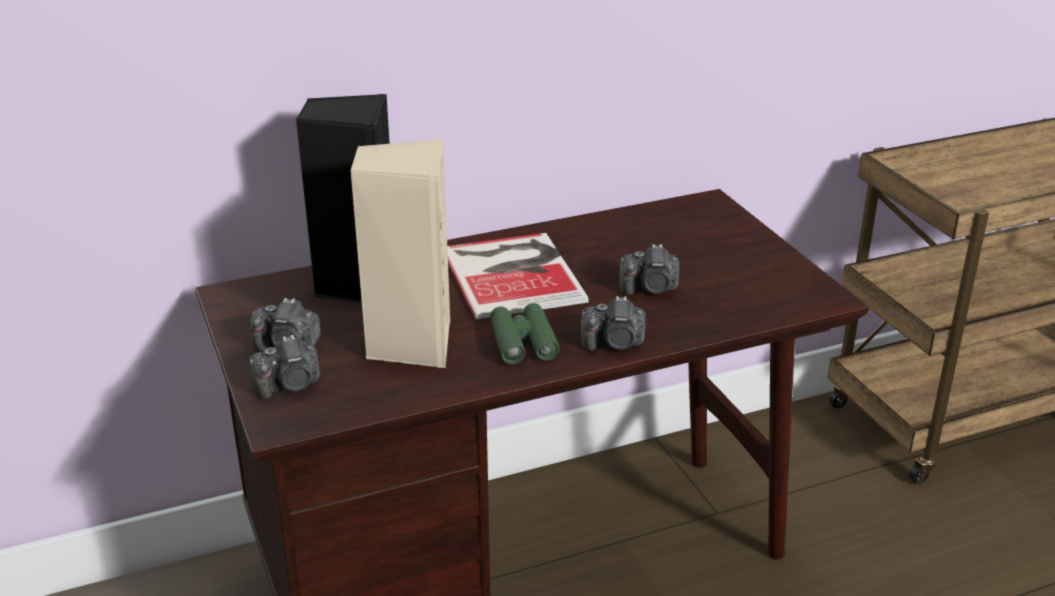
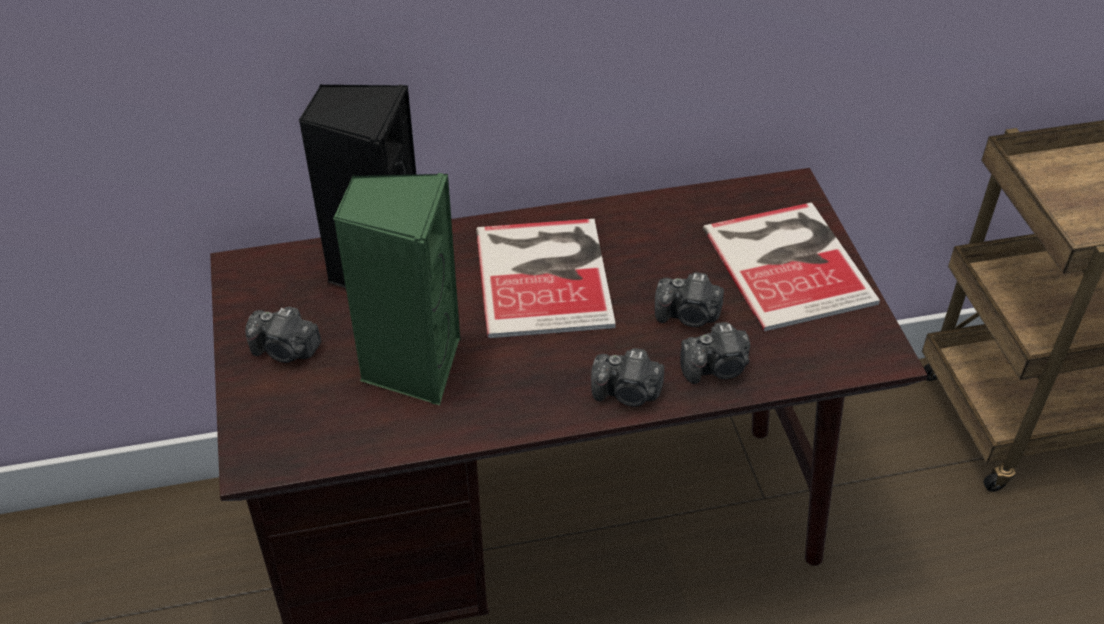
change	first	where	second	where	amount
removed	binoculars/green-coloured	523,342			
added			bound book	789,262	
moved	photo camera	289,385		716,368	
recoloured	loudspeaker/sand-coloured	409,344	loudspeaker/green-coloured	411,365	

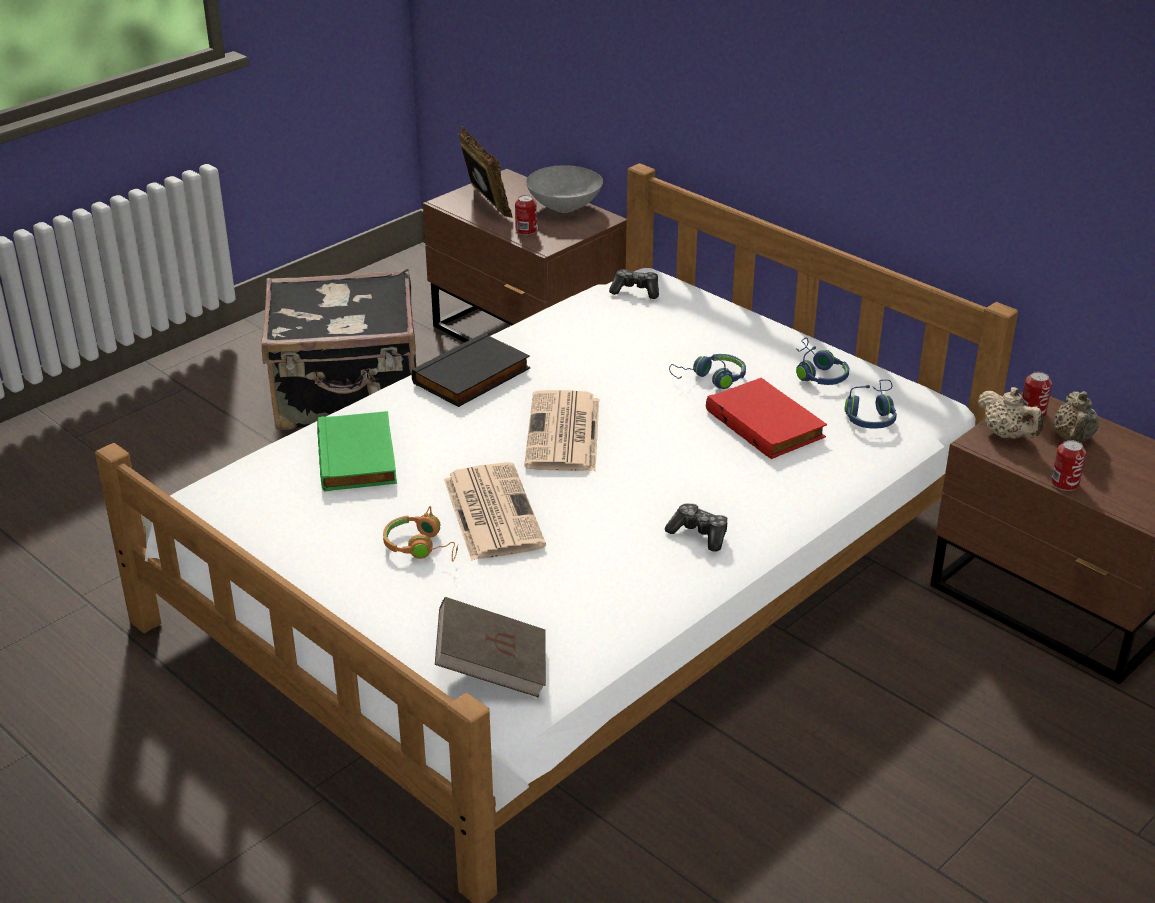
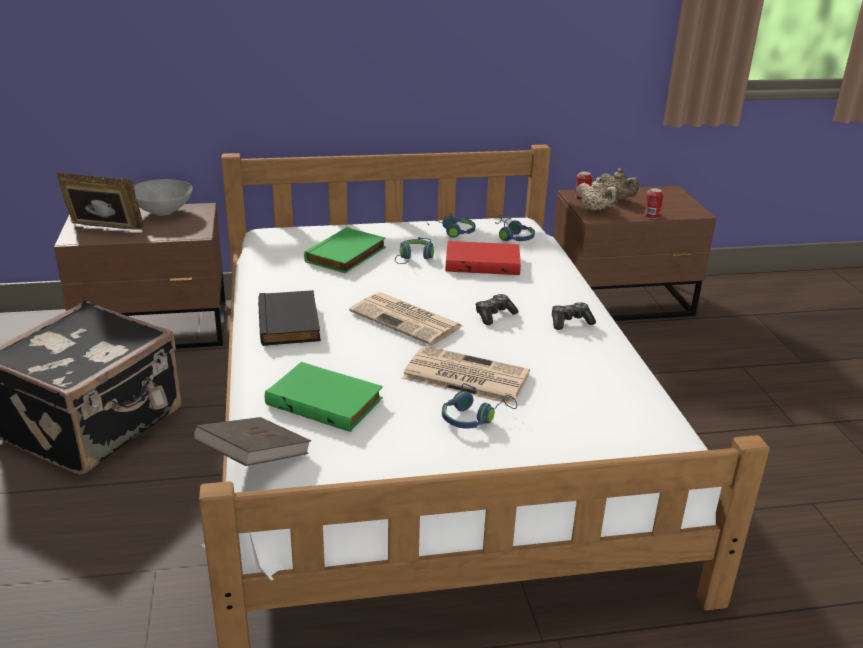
change	first	where	second	where	amount
removed	sealed can	526,230			
added			bound book/green-coloured	347,255	
moved	bound book/brownish	492,668		254,460	
moved	gamepad	635,291		494,315	
recoloured	headphones/orange-coloured	422,547	headphones/blue-coloured	474,417	
turned	tea pot/sand-coloured	1006,435		595,210	45 degrees clockwise

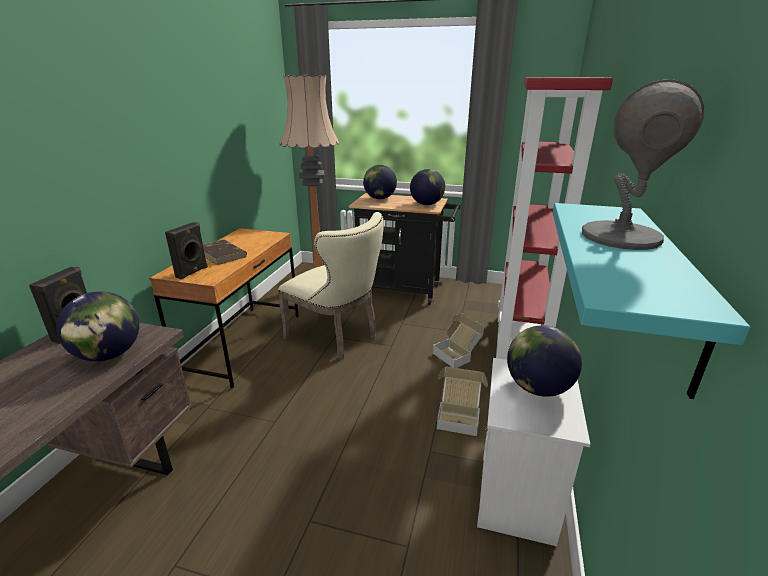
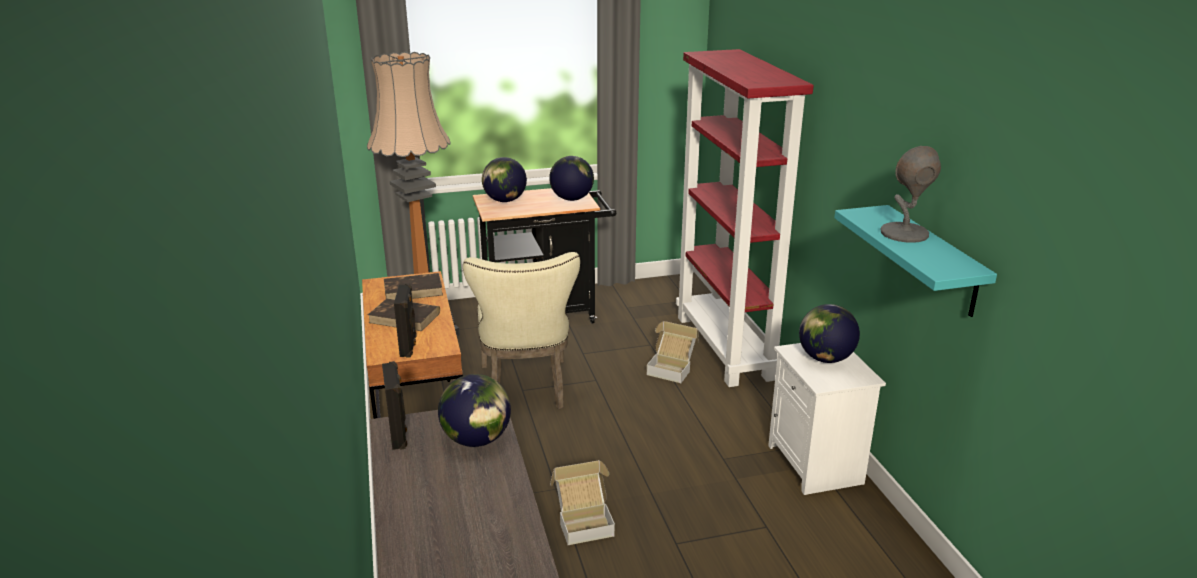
change	first	where	second	where	amount
added			bound book/brownish	414,290	
moved	carton	459,416		584,521	
turned	plain chair/sand-coloured	337,337		526,390	75 degrees clockwise

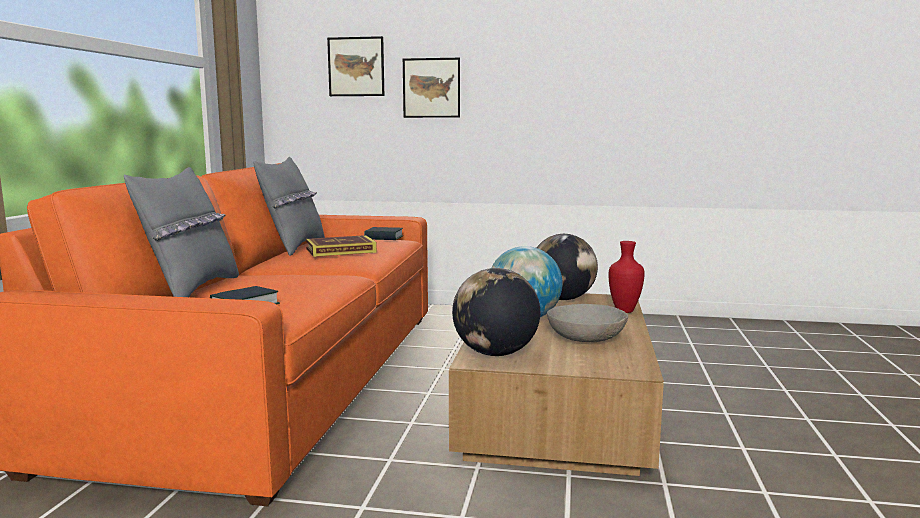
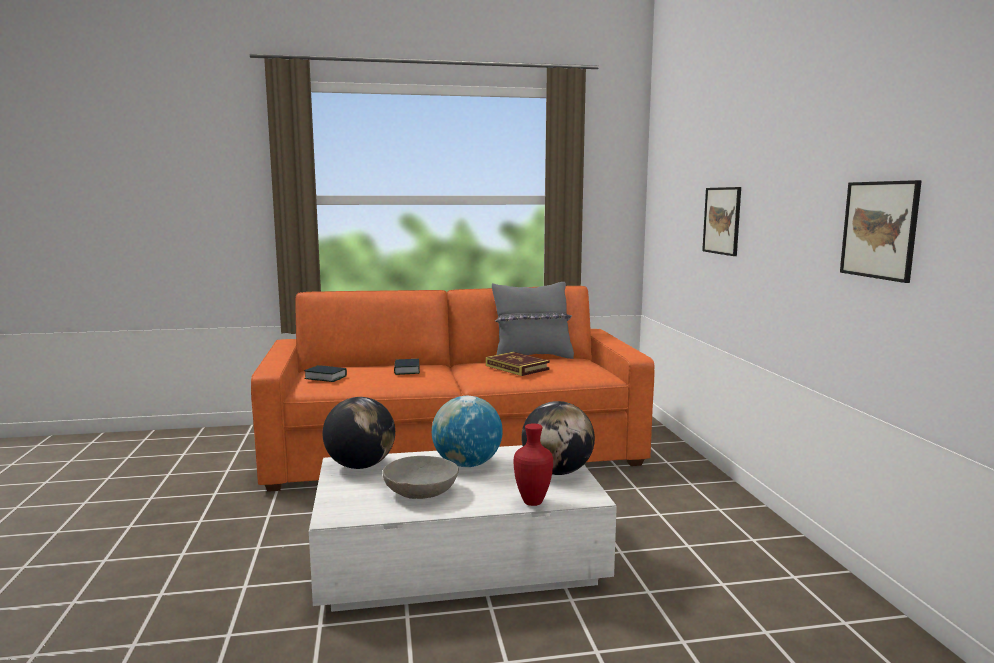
change	first	where	second	where	amount
removed	throw pillow/gray	191,290			
moved	picture	356,66		879,230	
moved	bound book	384,238		406,370	
recoloured	coffee table/brownish	556,408	coffee table/white	459,558	

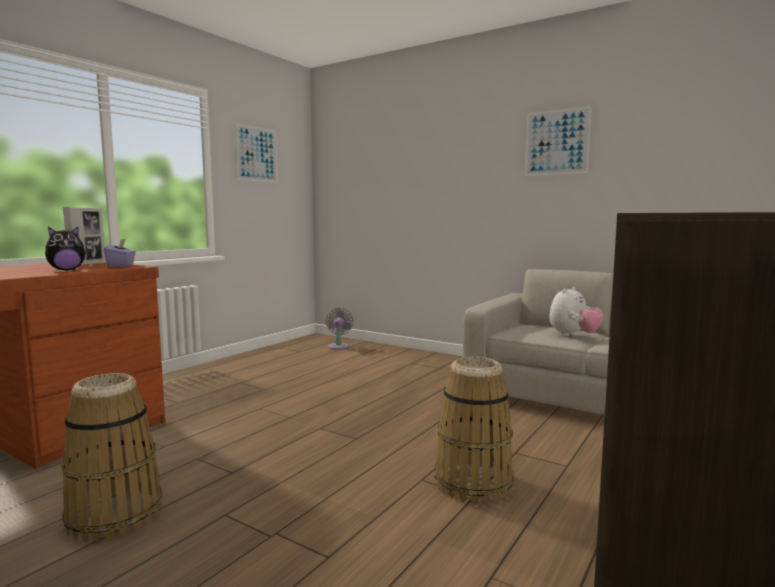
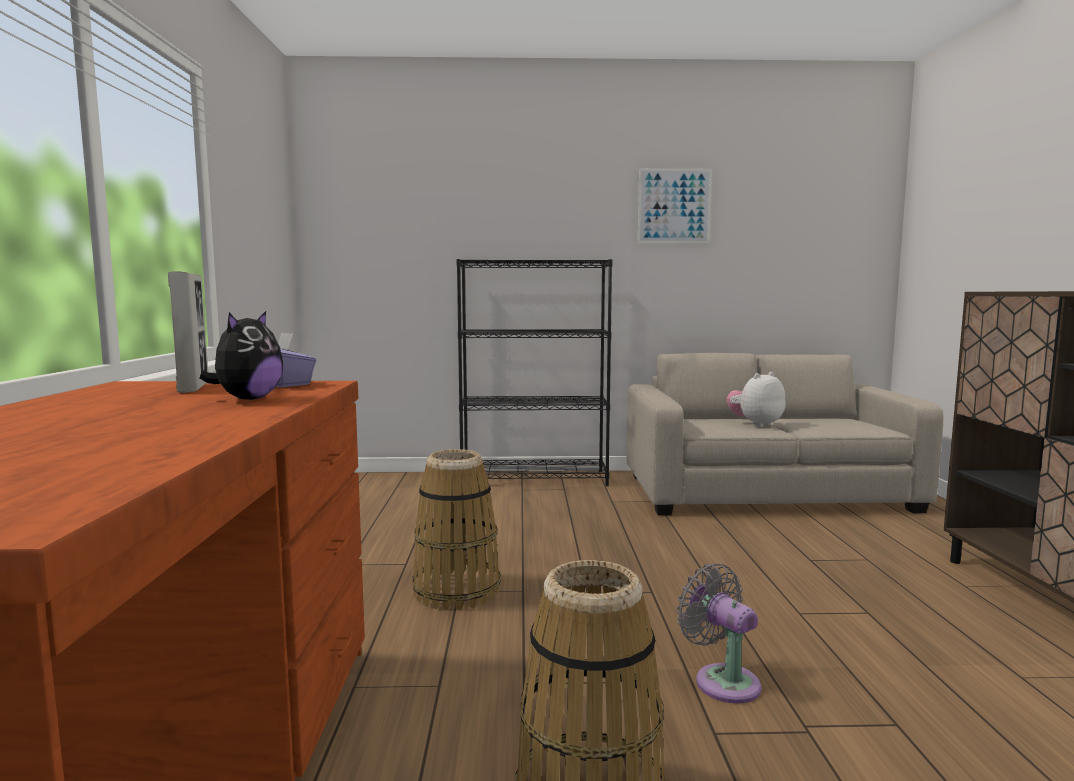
change	first	where	second	where	amount
removed	picture	257,154			
added			bookshelf/blackish	535,478	
moved	cooling fan/gray	339,346		722,680	
moved	storage basket	473,482		456,590	
turned	cuddly toy	573,336		755,424	135 degrees counterclockwise

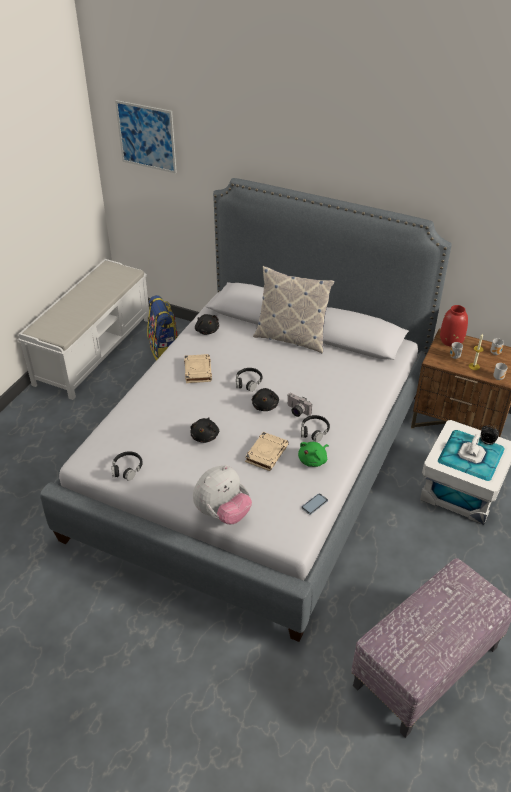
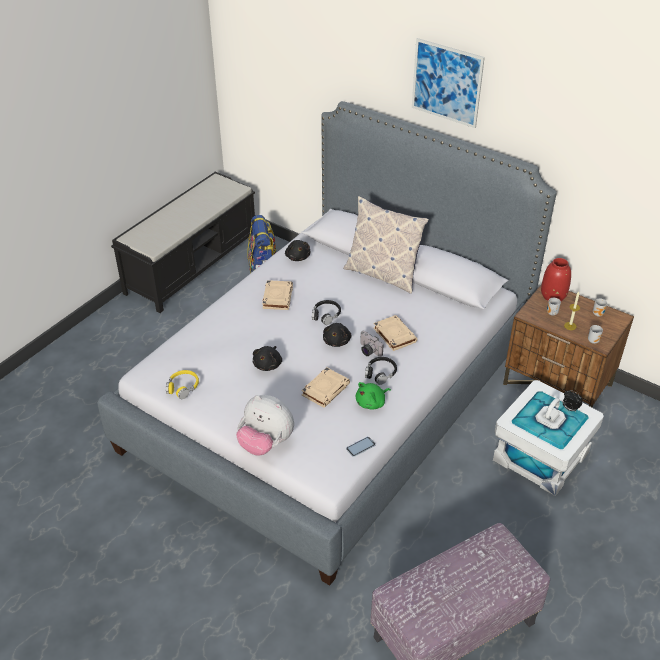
change	first	where	second	where	amount
added			bound book/sand-coloured	394,335	
moved	picture	146,136		446,83	
recoloured	indoor bench/white	94,350	indoor bench/blackish	193,265	
recoloured	headphones/blackish	127,469	headphones/yellow-coloured	183,387	
turned	cuddly toy	222,513		266,443	60 degrees clockwise

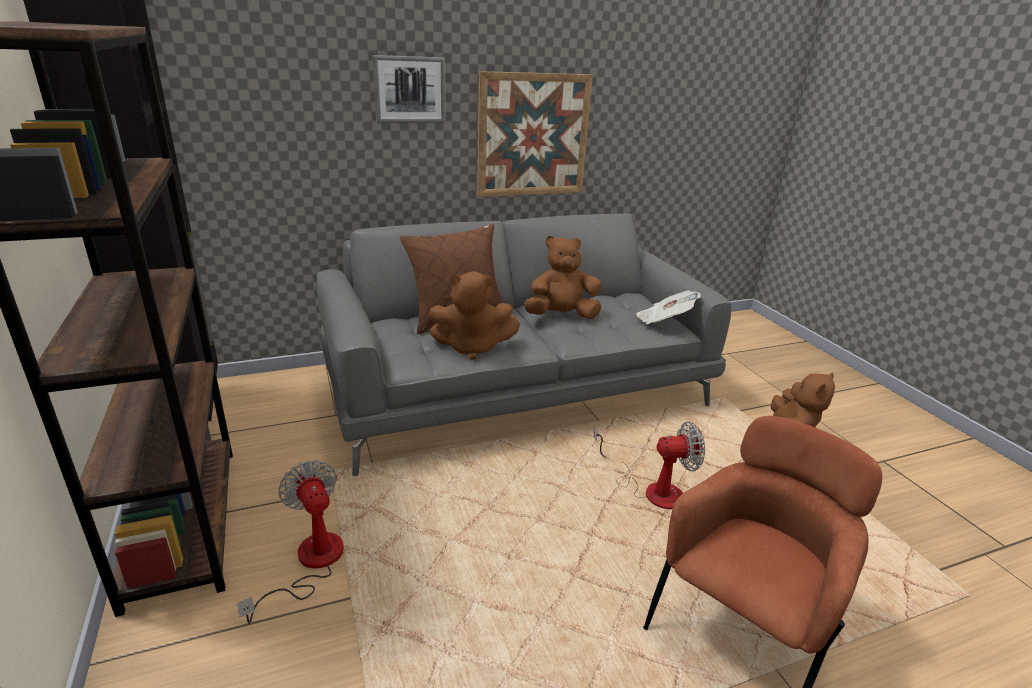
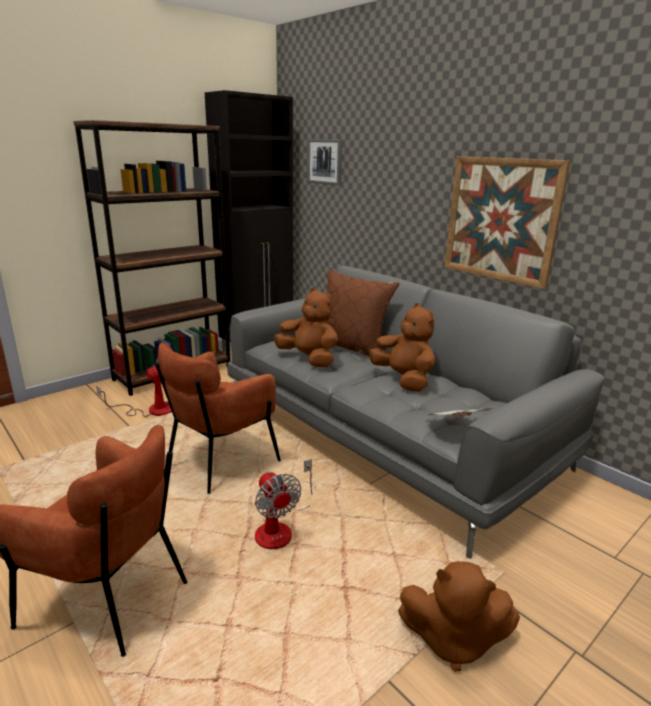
change	first	where	second	where	amount
added			lounge chair/brownish	220,462	
moved	picture	409,89		325,161	
turned	cuddly toy/brownish	472,347		308,359	150 degrees clockwise

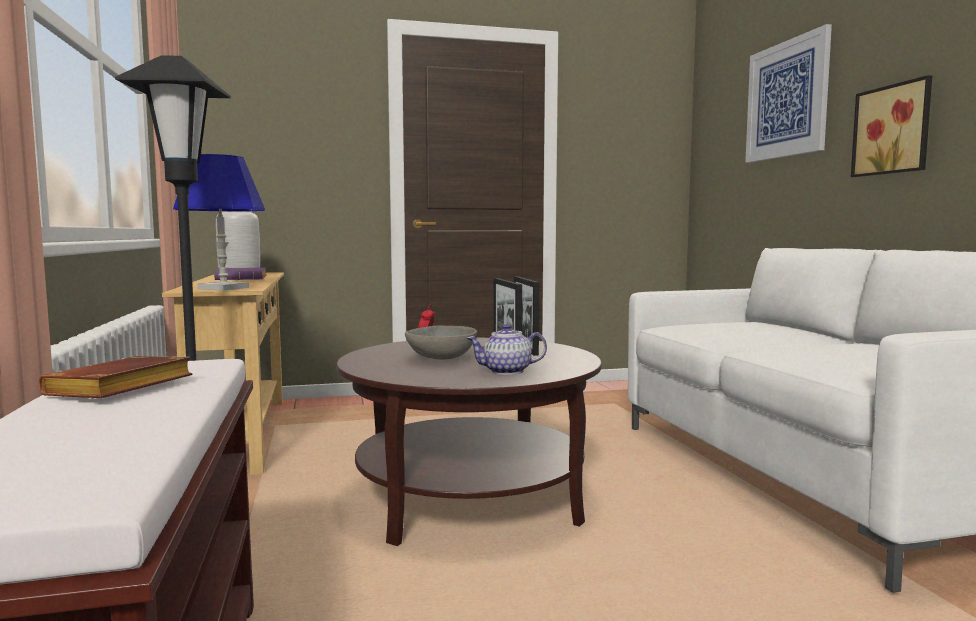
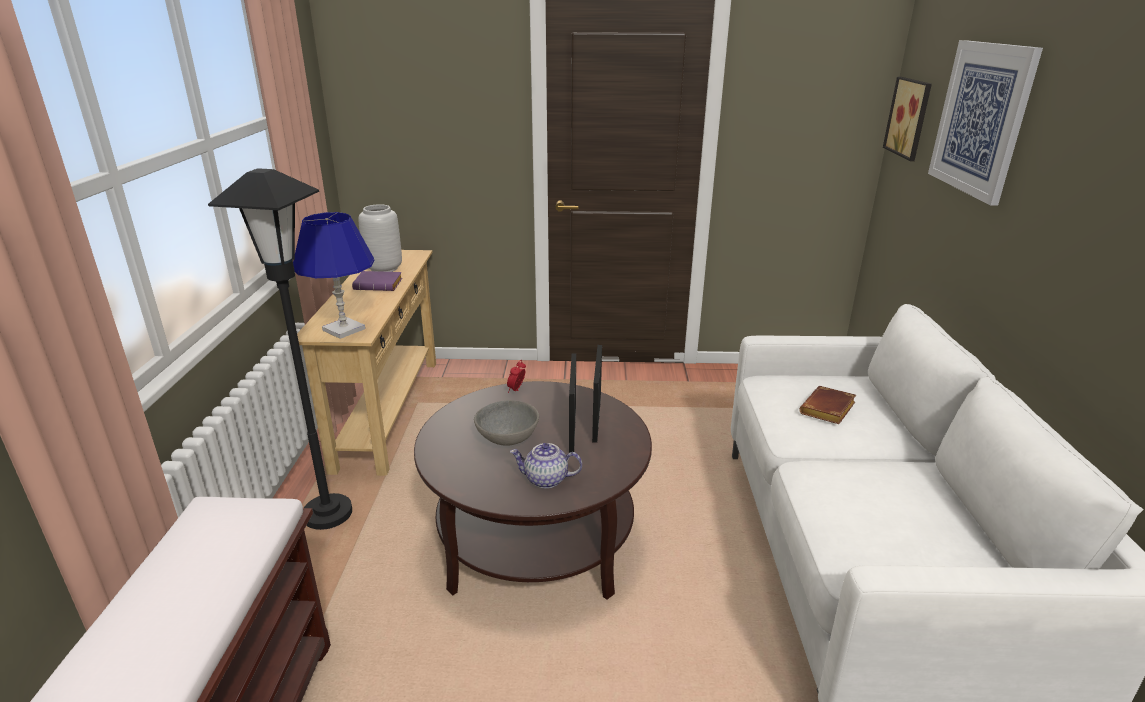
change	first	where	second	where	amount
moved	bound book/brownish	120,389		828,411	
moved	picture	894,130		910,118	

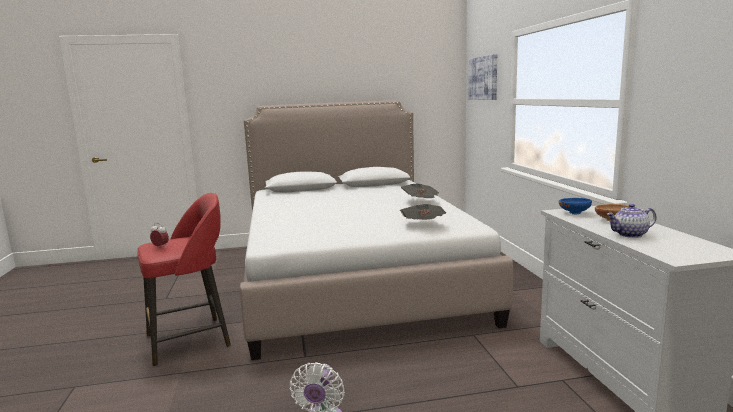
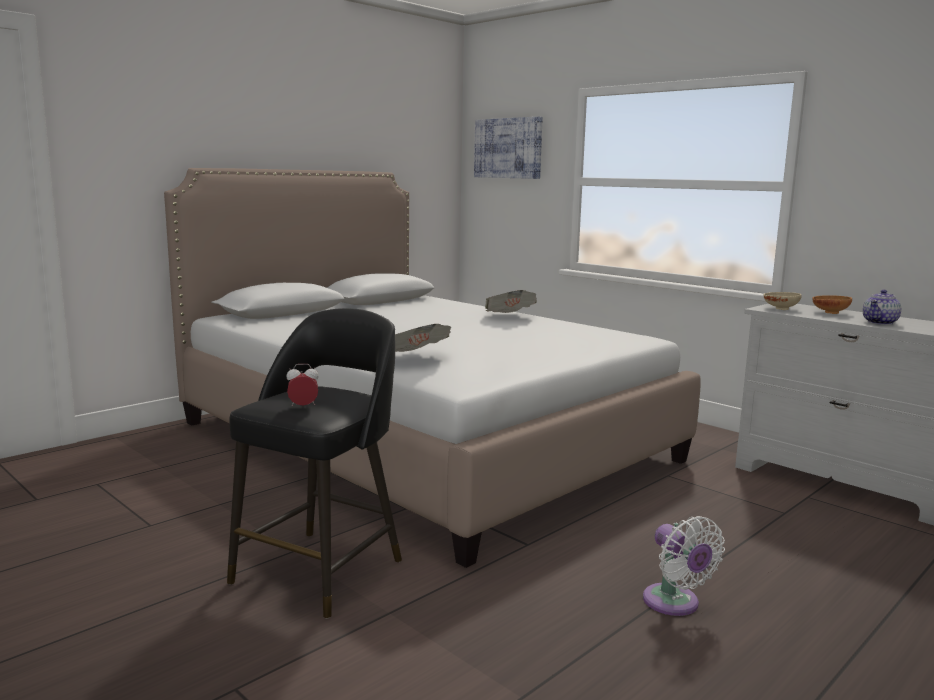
change	first	where	second	where	amount
moved	newspaper	423,225		415,359	
recoloured	sitting stool/red-coloured	191,340	sitting stool/blackish	321,569	
recoloured	deep dish/blue-coloured	574,212	deep dish/sand-coloured	780,308	

